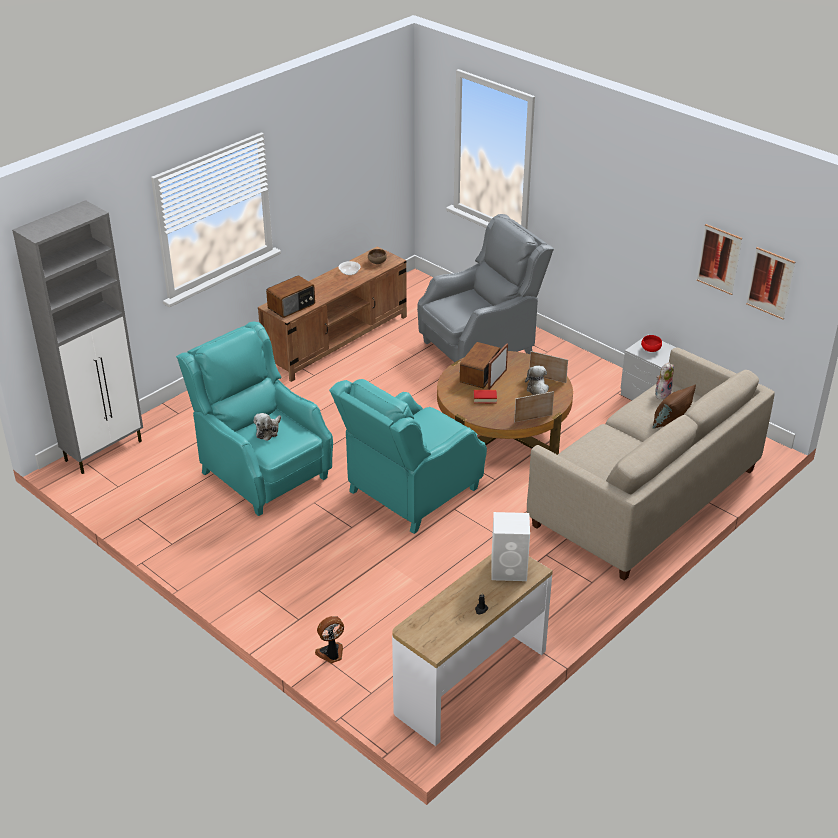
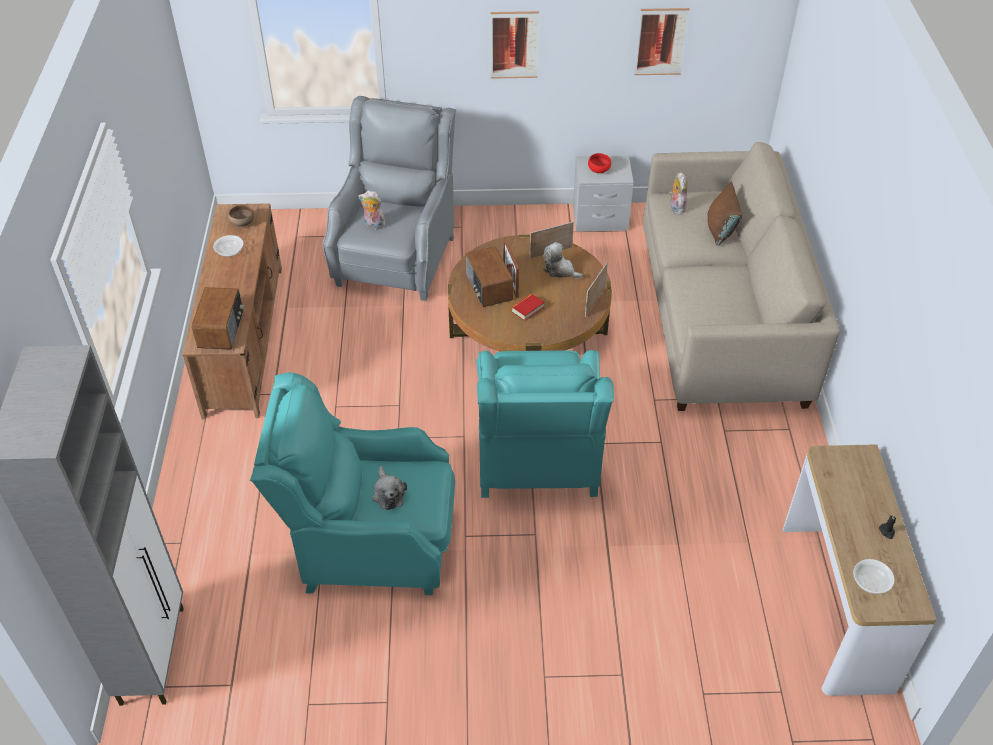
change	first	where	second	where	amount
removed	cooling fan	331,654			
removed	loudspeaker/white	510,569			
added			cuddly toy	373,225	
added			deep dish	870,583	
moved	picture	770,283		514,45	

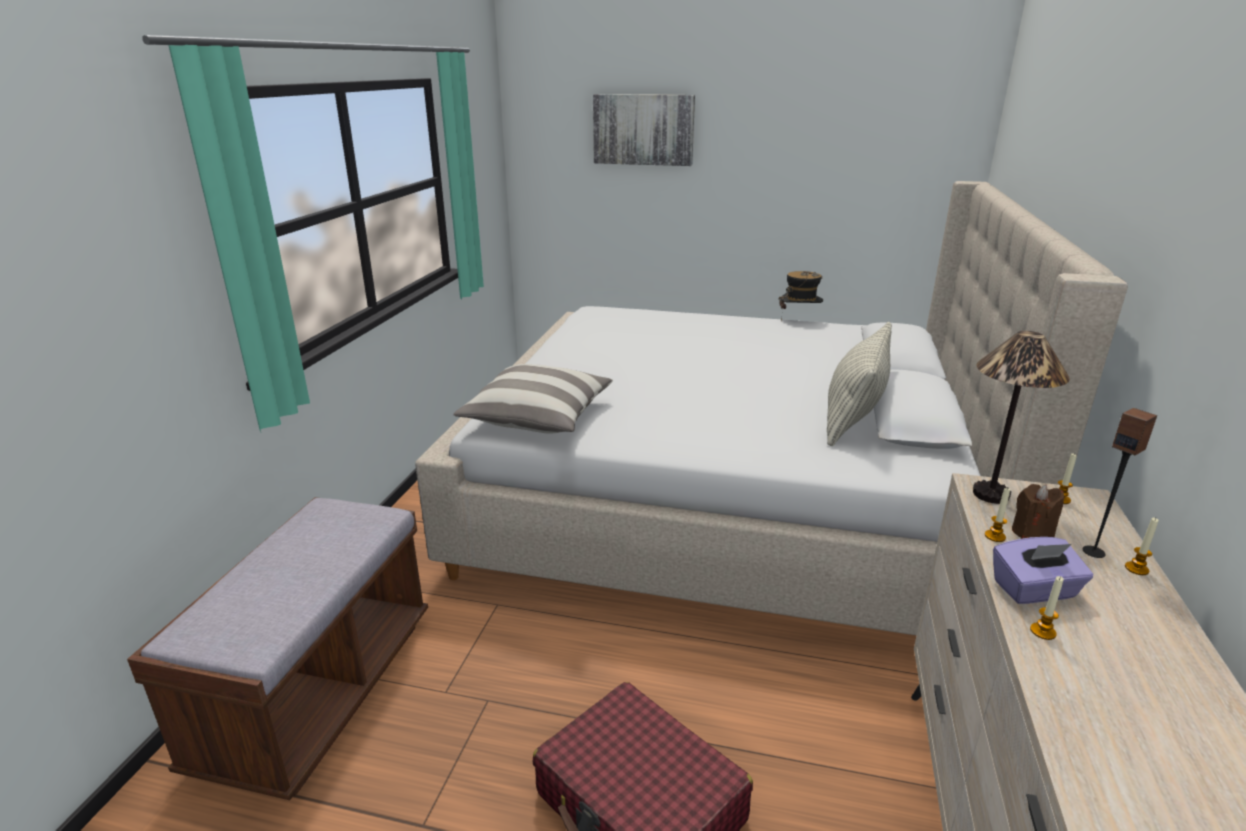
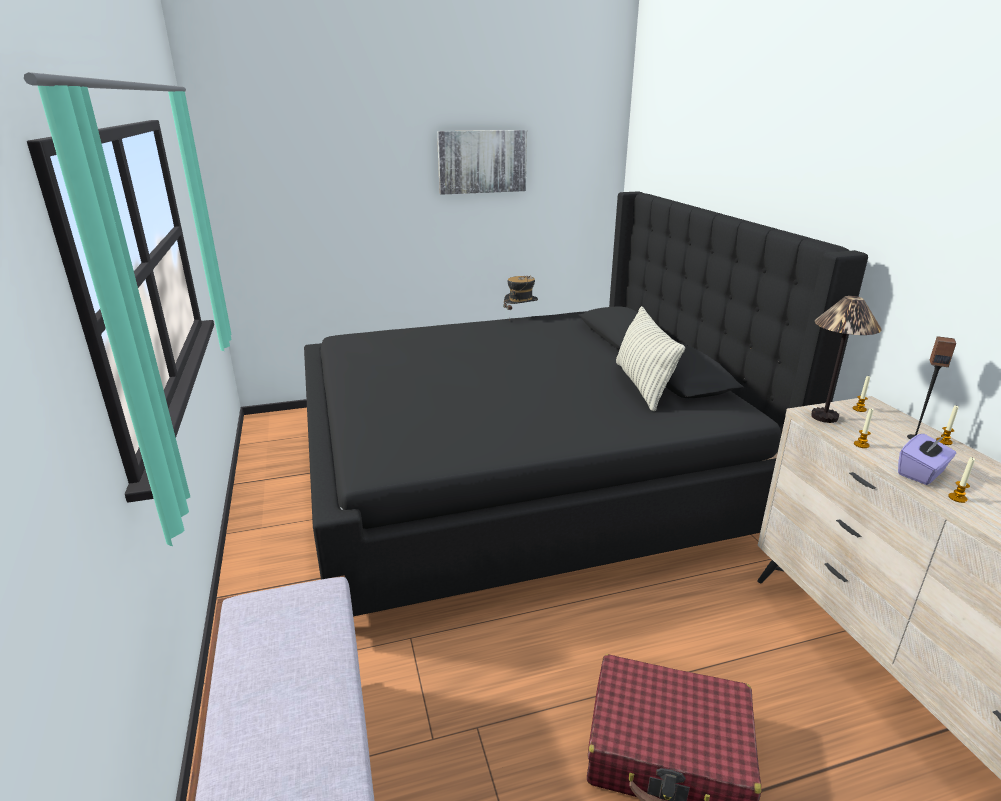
change	first	where	second	where	amount
removed	throw pillow	538,417			
removed	candle/brownish	1032,533			
moved	picture	643,129		482,161	
recoloured	bedroom bed/sand-coloured	727,500	bedroom bed/blackish	523,479	

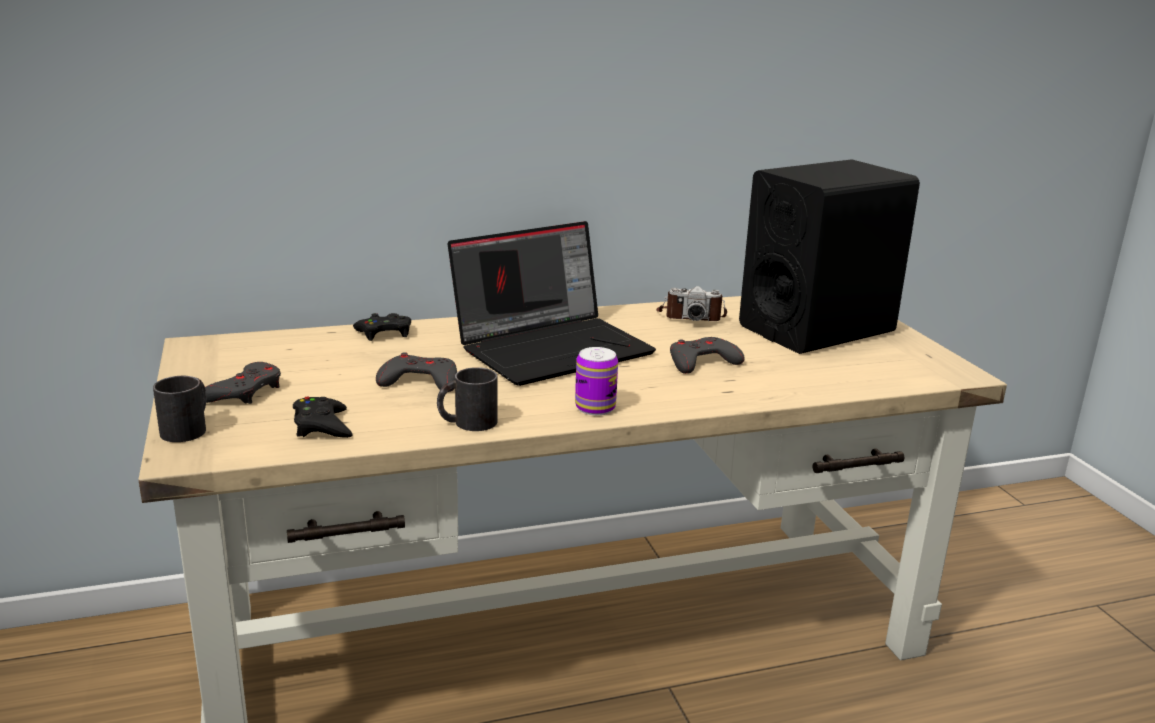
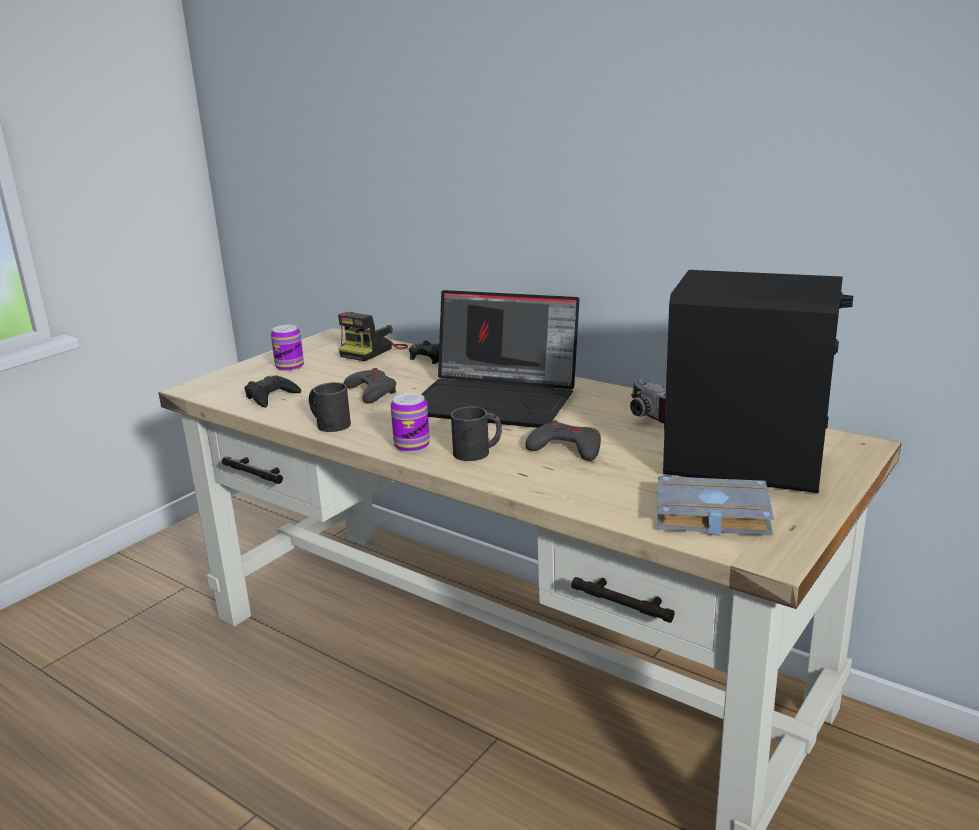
change	first	where	second	where	amount
added			photo camera	372,351	
added			bound book/gray	709,515	
moved	tea mug/blackish	188,428		478,451	
replaced	gamepad/gray	245,391	sealed can	290,367	

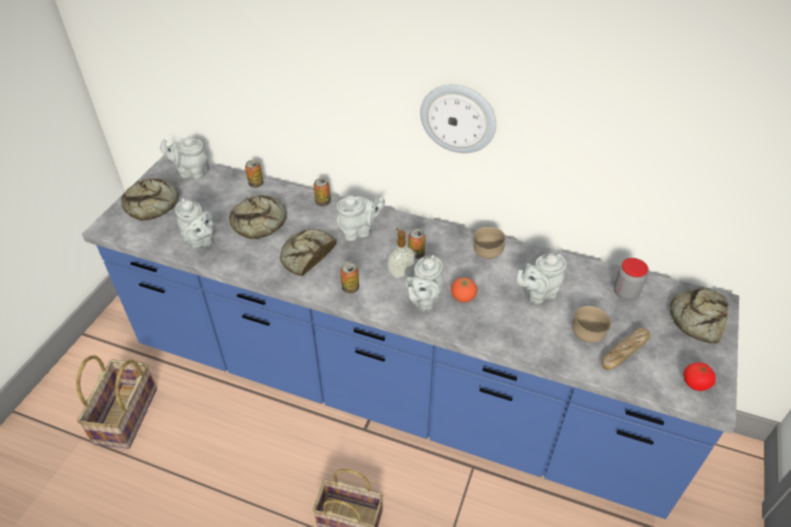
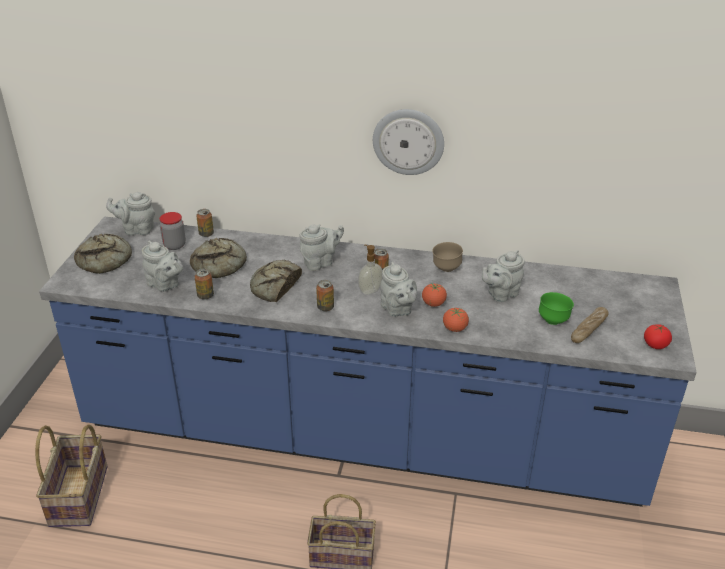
change	first	where	second	where	amount
removed	bread	697,319			
added			whole tomato	455,329	
moved	sealed can	323,202		205,296	
moved	preserve jar	625,293		174,245	
recoloured	deep dish/brownish	587,336	deep dish/green-coloured	553,321	
turned	tea pot/gray	423,300		397,310	45 degrees counterclockwise

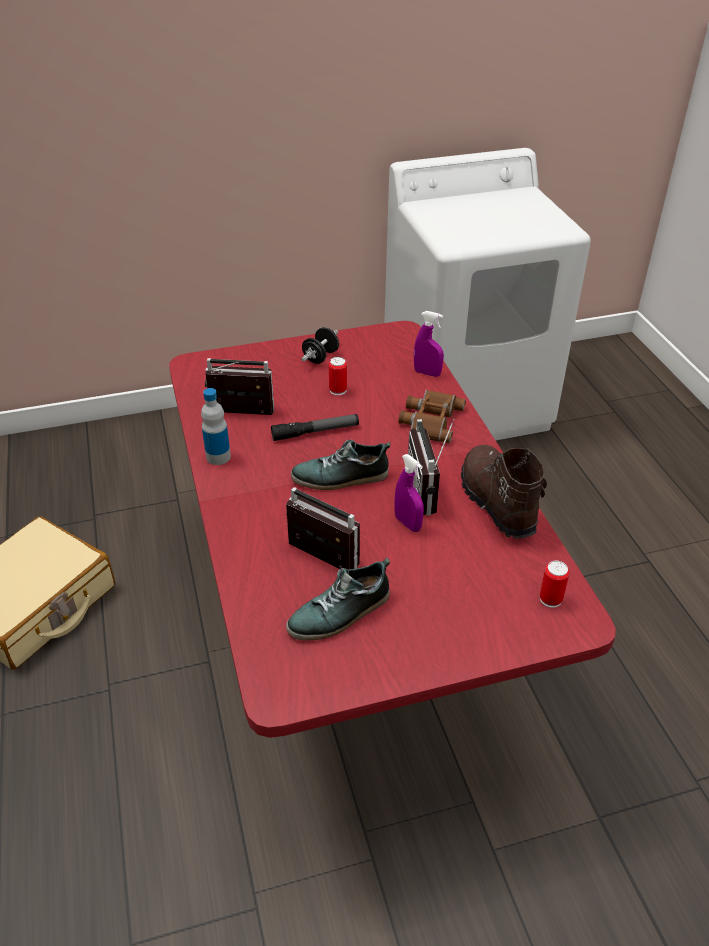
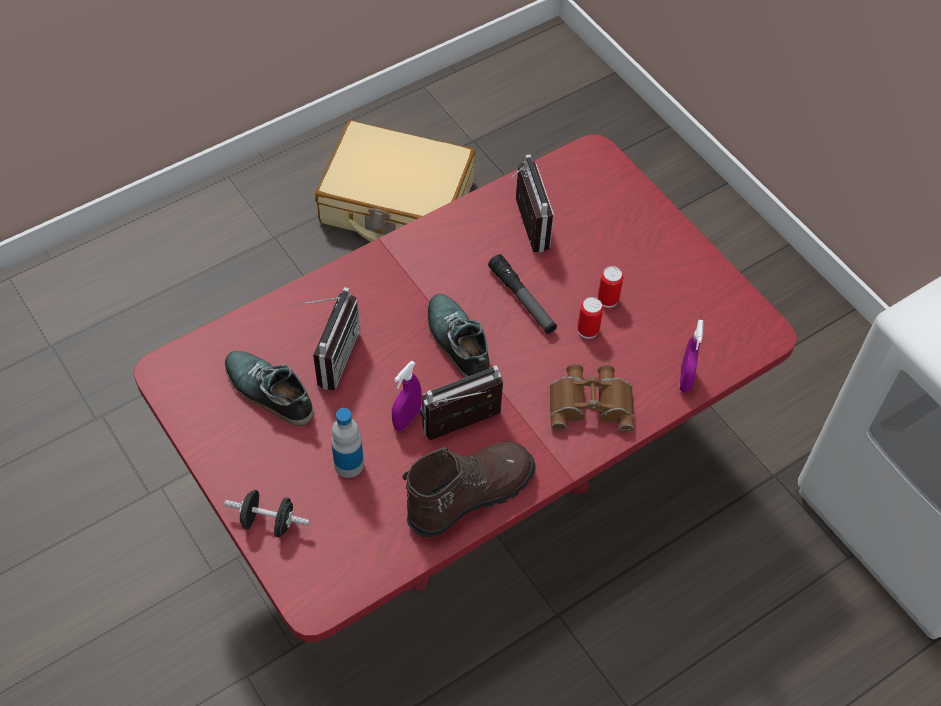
change	first	where	second	where	amount
moved	beverage bottle	218,457		349,464	
moved	free weight/blackish	320,357		268,522	
moved	sealed can	550,599		588,330	

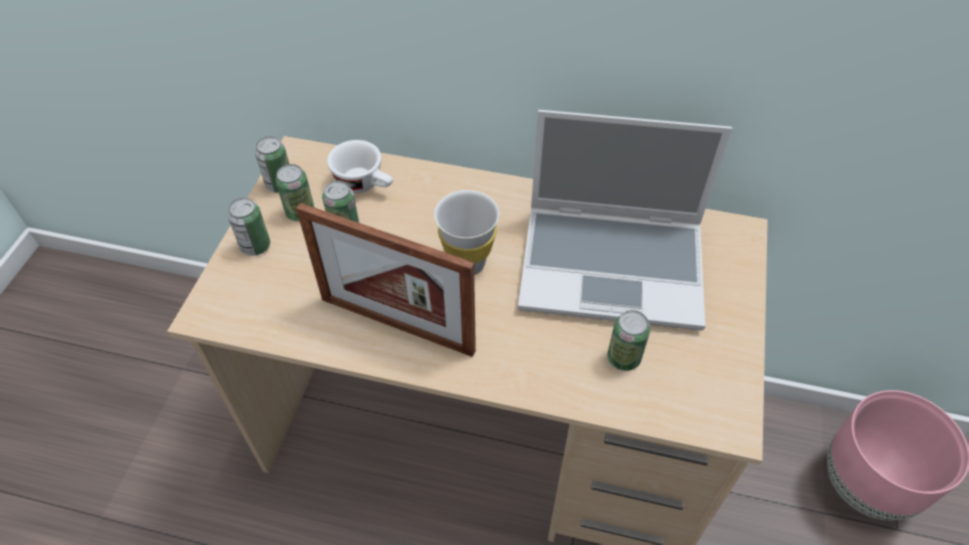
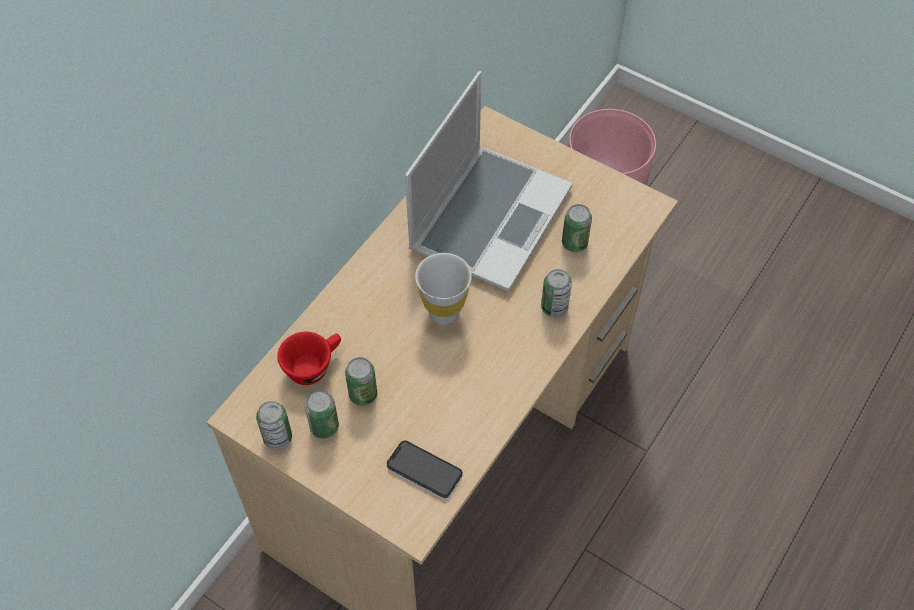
change	first	where	second	where	amount
removed	picture frame	397,325			
added			handset	424,470	
moved	sealed can	255,246		554,307	
recoloured	cup/white	365,184	cup/red-coloured	313,365	

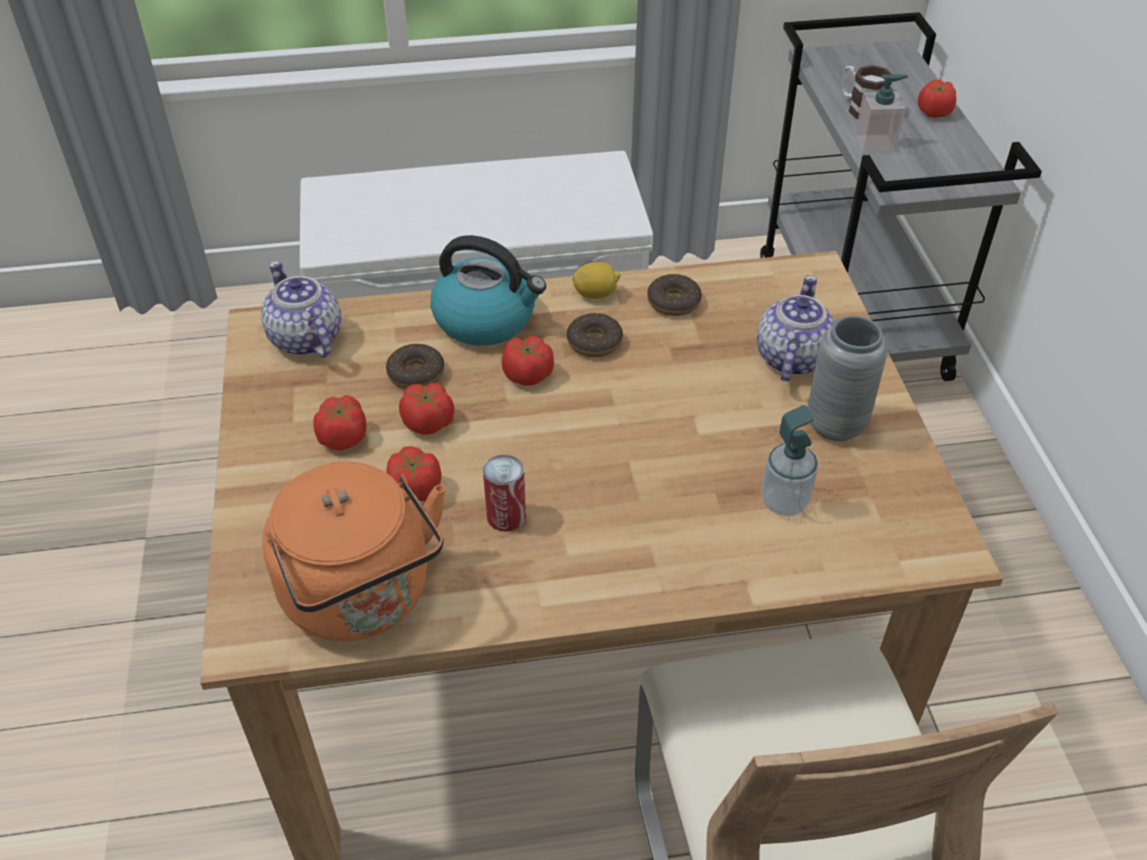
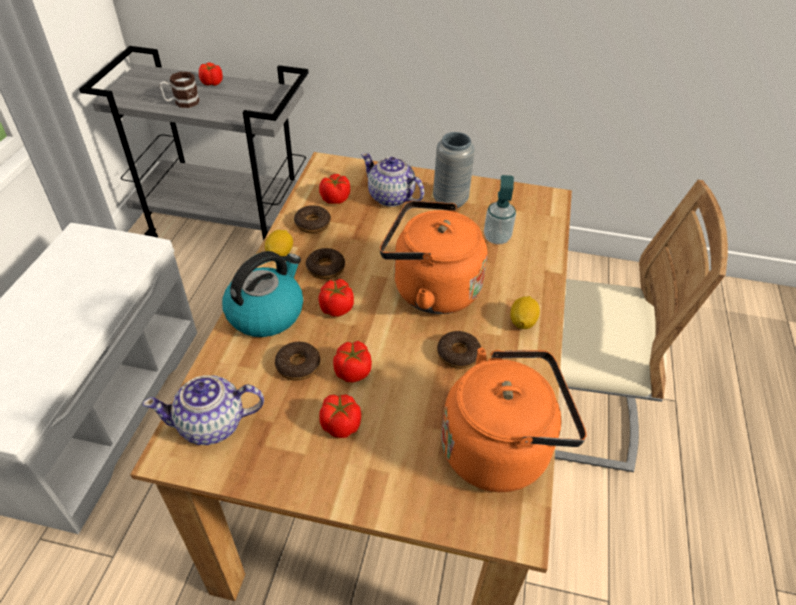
change	first	where	second	where	amount
removed	liquid soap bottle	875,144			
added			water kettle/orange-coloured	430,289	
added			whole lemon	522,322	
moved	whole tomato	416,490		335,199	
replaced	sealed can	506,516	doughnut	458,354	

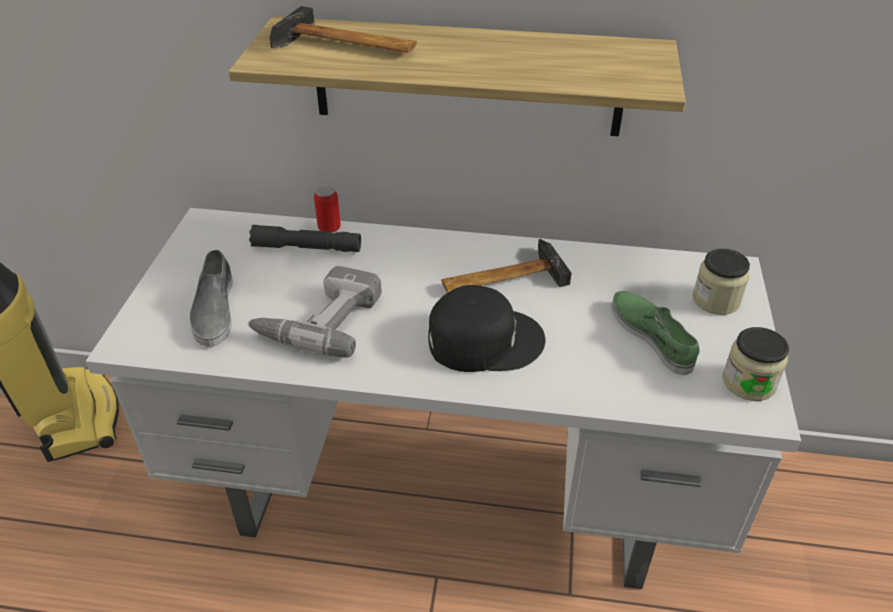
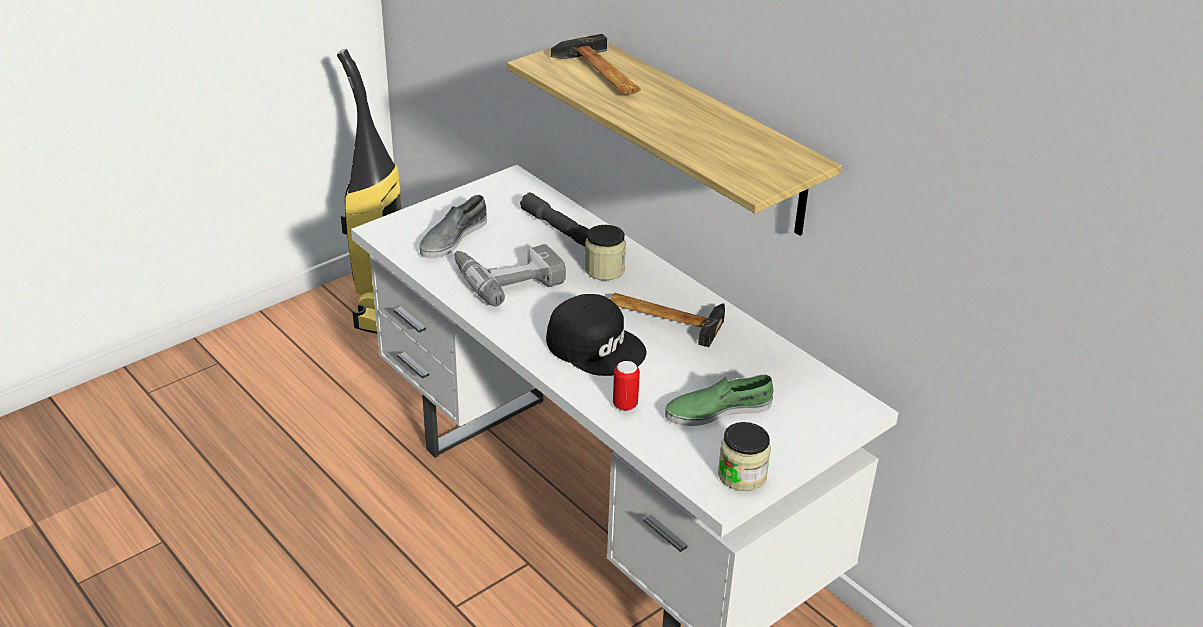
change	first	where	second	where	amount
moved	sealed can	329,228		625,405	
moved	preserve jar	716,300		604,269	
turned	low shoe/green-coloured	652,336		717,410	120 degrees counterclockwise

